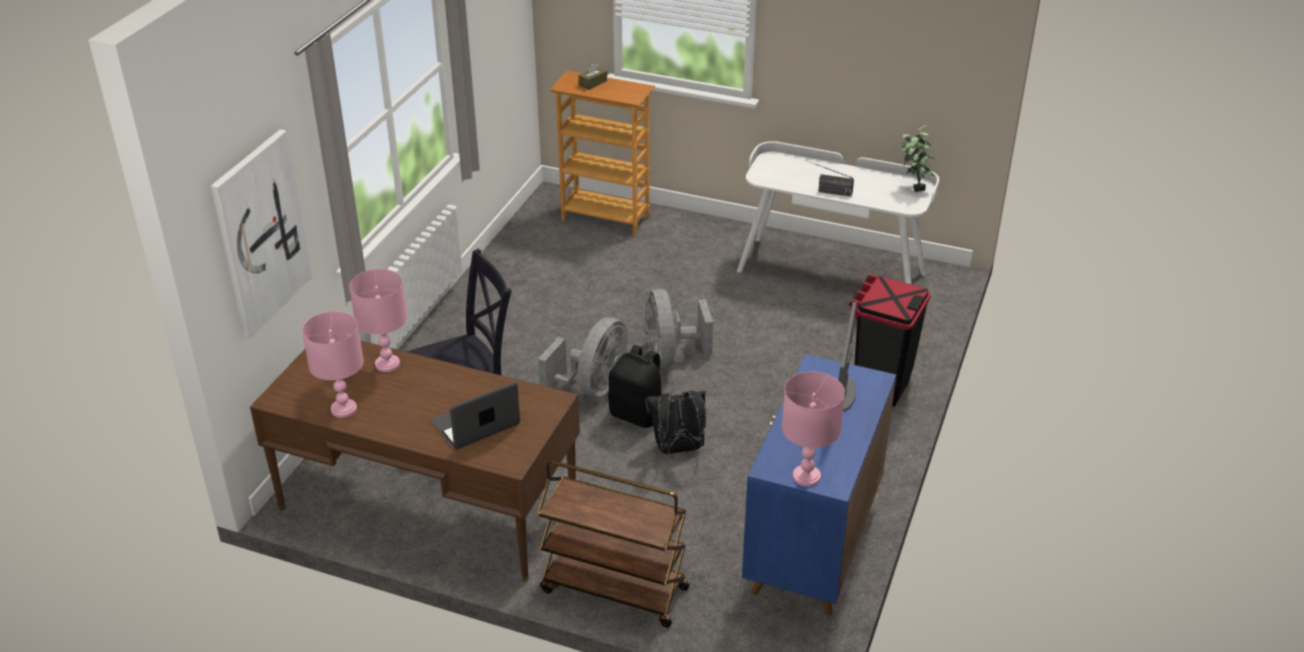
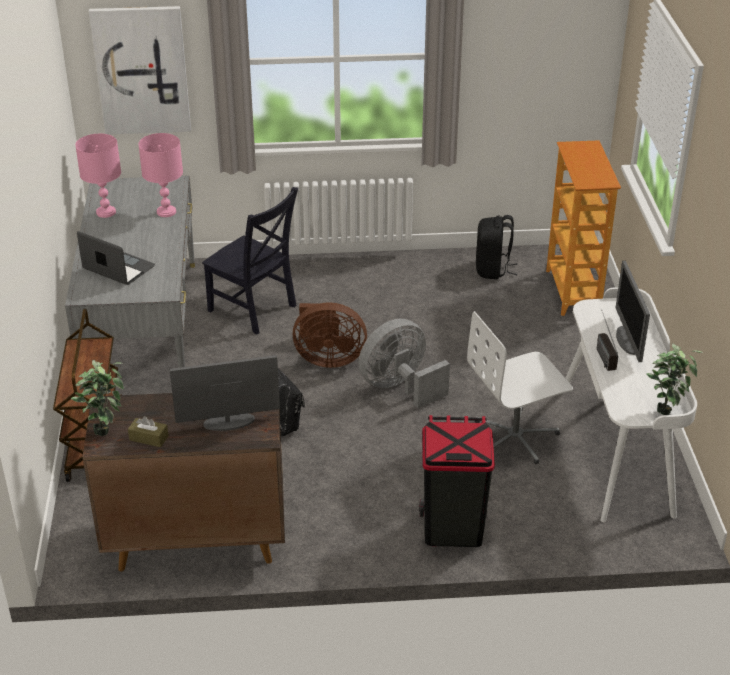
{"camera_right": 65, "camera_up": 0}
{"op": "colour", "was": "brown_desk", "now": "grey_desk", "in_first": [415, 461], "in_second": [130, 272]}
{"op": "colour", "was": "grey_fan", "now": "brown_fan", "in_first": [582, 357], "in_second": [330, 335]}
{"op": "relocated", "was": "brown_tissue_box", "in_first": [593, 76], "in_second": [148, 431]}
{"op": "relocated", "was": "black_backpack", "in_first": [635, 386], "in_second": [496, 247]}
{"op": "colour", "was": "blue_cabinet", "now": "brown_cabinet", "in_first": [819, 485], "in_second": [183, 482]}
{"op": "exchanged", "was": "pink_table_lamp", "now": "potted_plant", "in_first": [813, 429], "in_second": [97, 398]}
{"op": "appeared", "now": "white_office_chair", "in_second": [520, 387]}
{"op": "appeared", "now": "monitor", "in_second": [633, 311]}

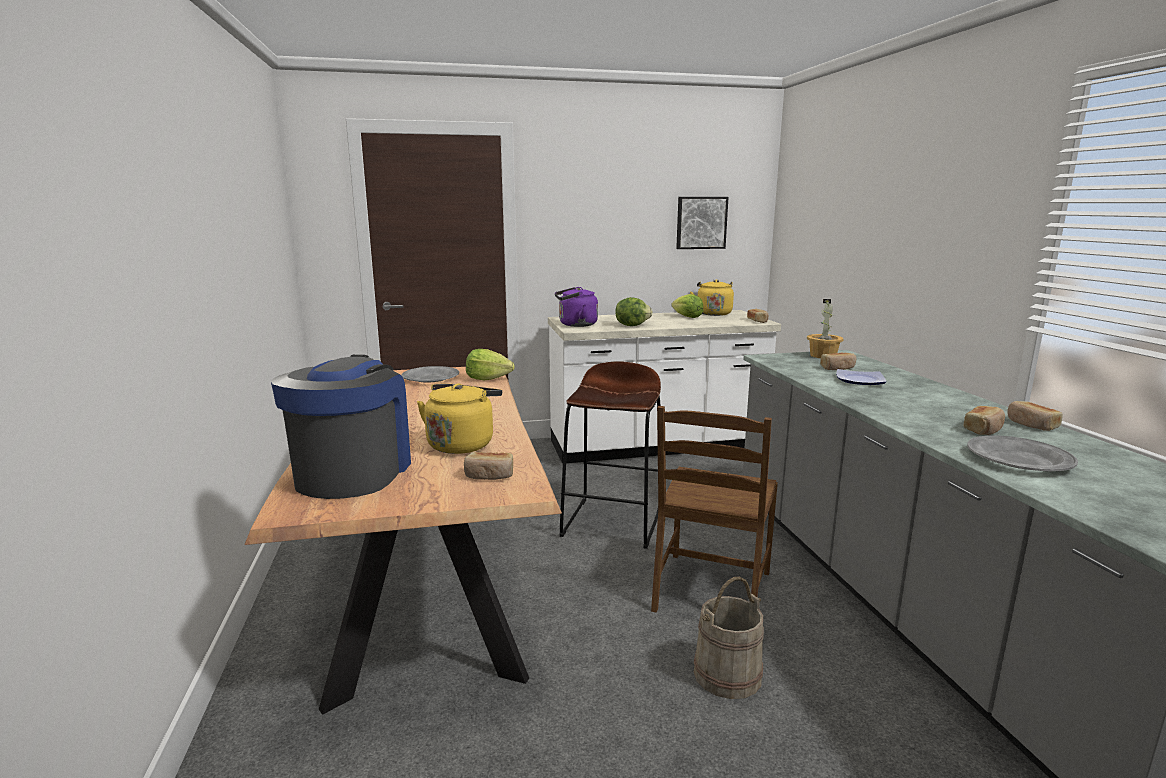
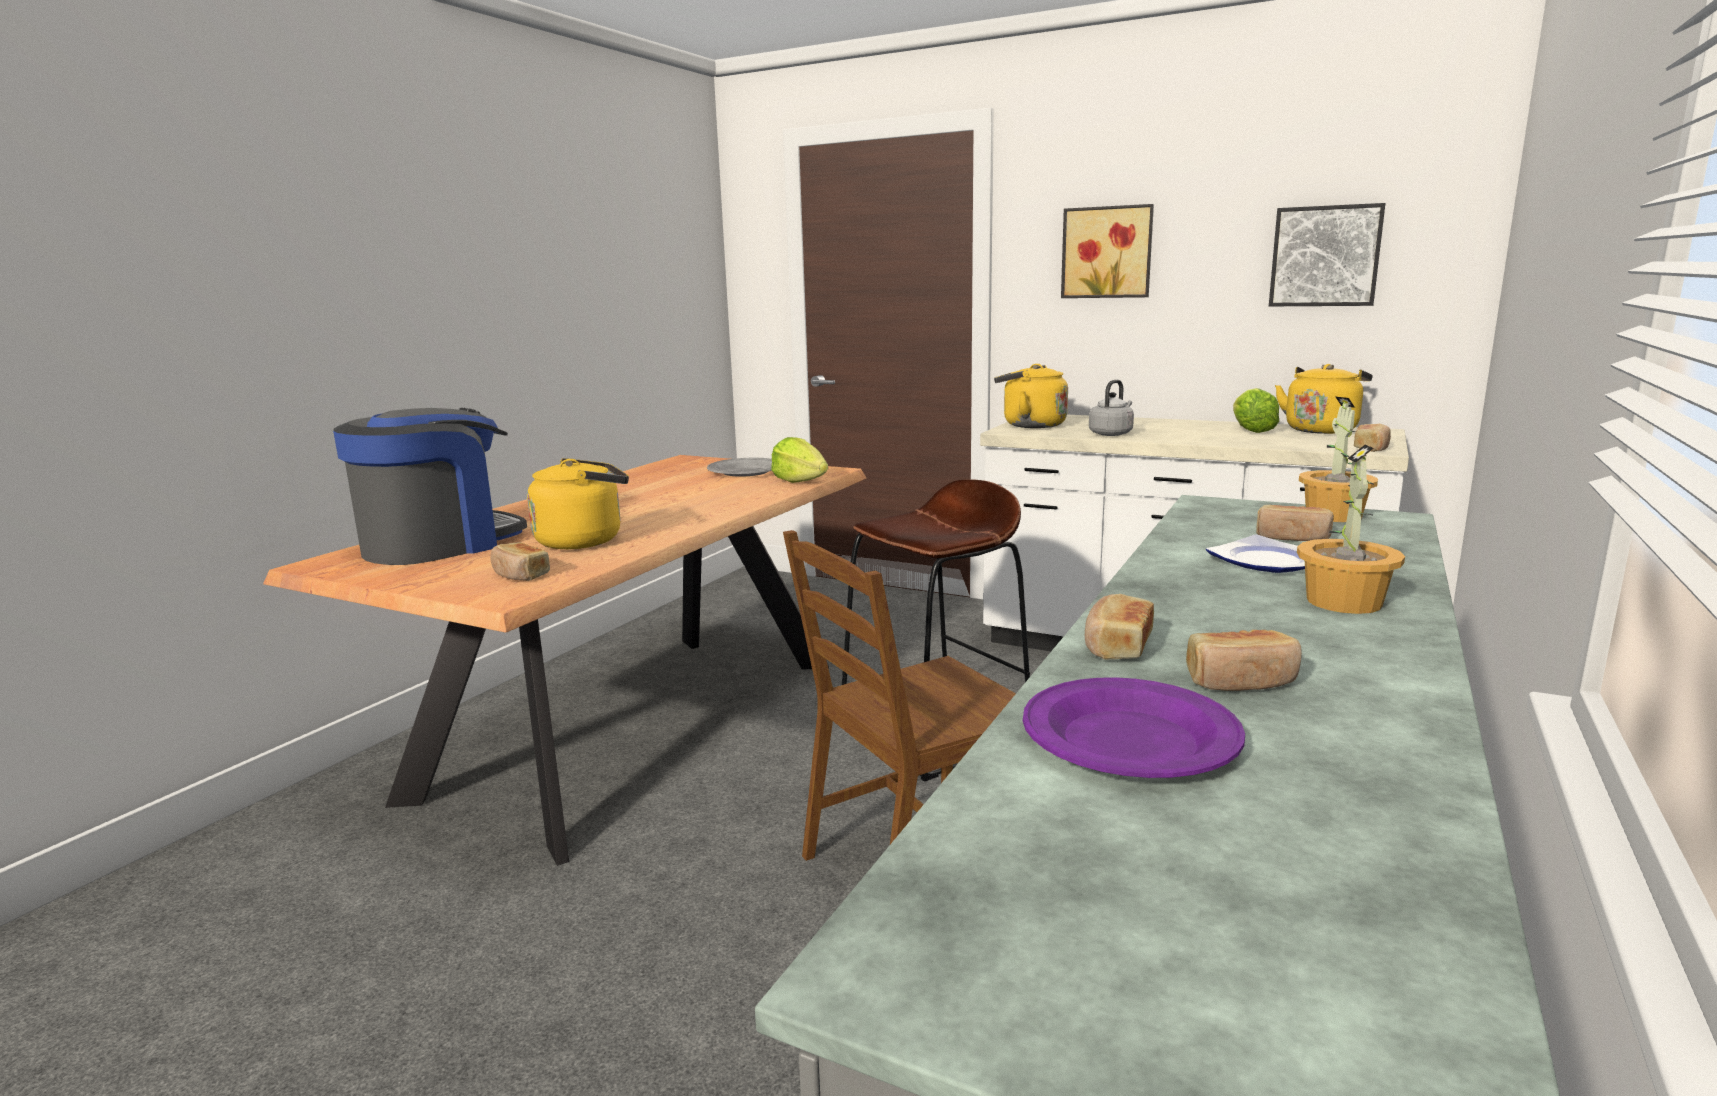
{"camera_right": 40, "camera_up": 0}
{"op": "colour", "was": "purple_kettle", "now": "yellow_kettle", "in_first": [576, 307], "in_second": [1031, 396]}
{"op": "exchanged", "was": "lettuce", "now": "grey_kettle", "in_first": [634, 311], "in_second": [1111, 408]}
{"op": "missing", "was": "beige_bucket", "in_first": [729, 638]}
{"op": "colour", "was": "grey_plate", "now": "purple_plate", "in_first": [1022, 453], "in_second": [1134, 727]}
{"op": "relocated", "was": "bread", "in_first": [1035, 416], "in_second": [1119, 627]}
{"op": "appeared", "now": "picture", "in_second": [1107, 251]}
{"op": "appeared", "now": "potted_plant", "in_second": [1351, 529]}

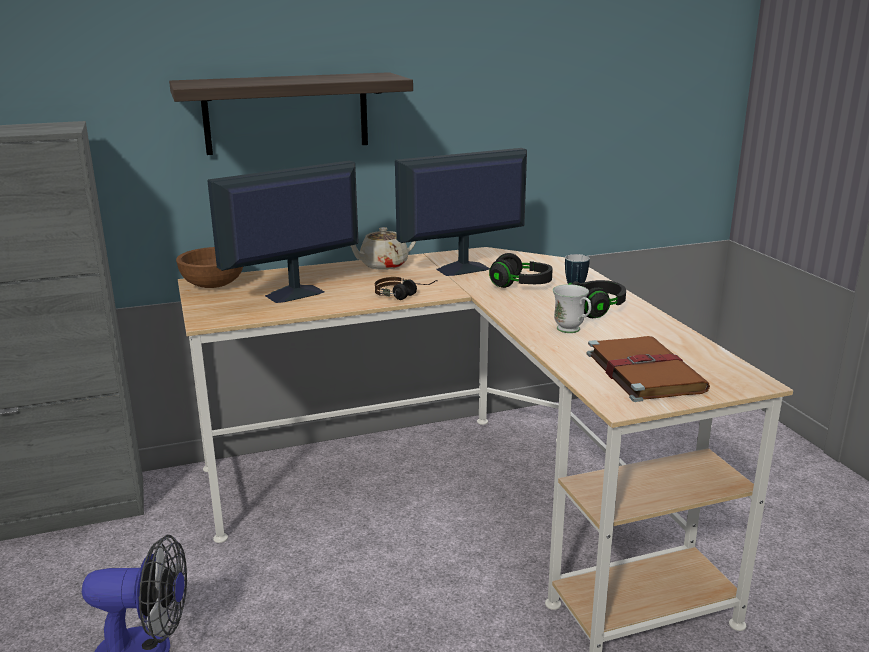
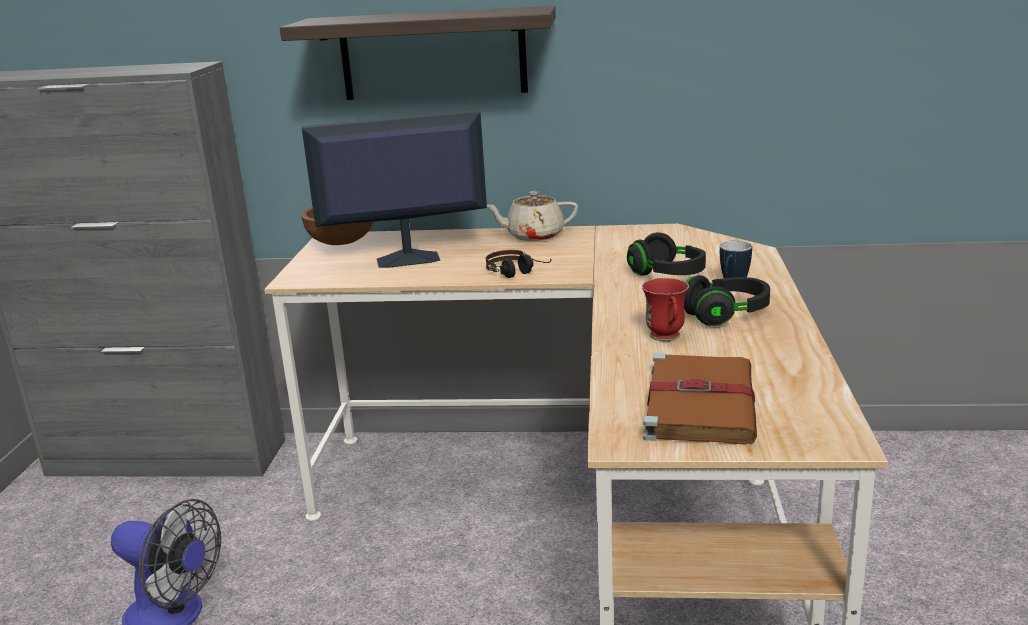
{"camera_right": 25, "camera_up": 0}
{"op": "missing", "was": "monitor", "in_first": [461, 212]}
{"op": "colour", "was": "white_mug", "now": "red_mug", "in_first": [572, 308], "in_second": [665, 309]}

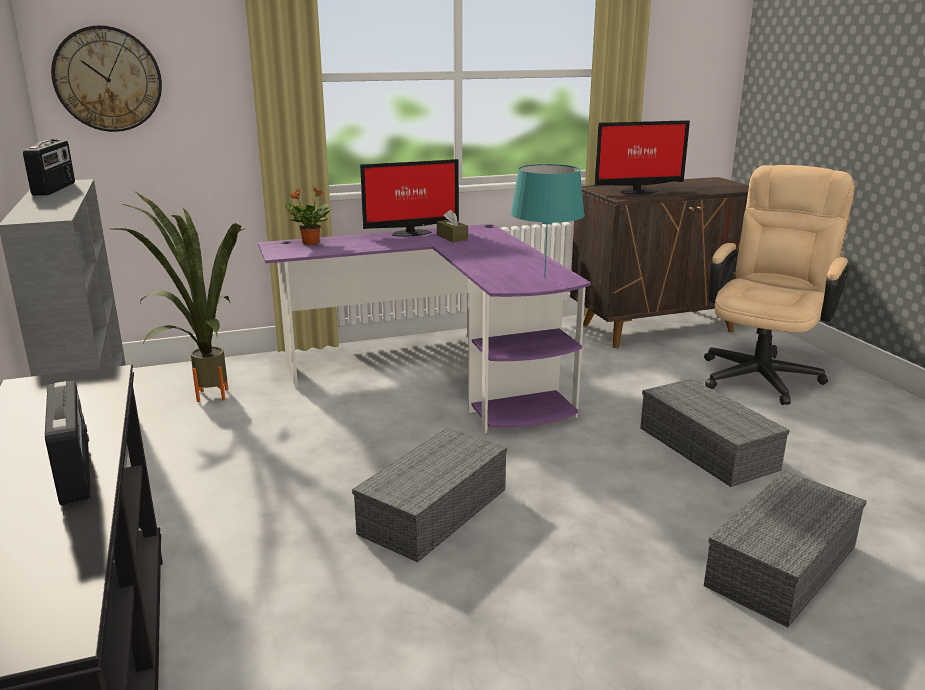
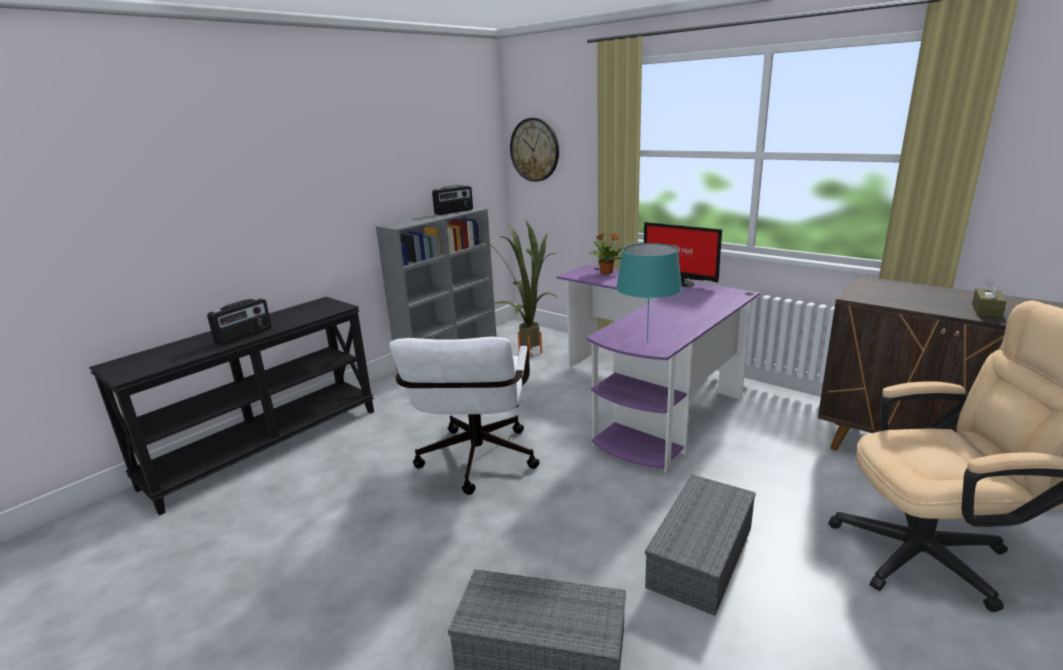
{"camera_right": 60, "camera_up": 0}
{"op": "exchanged", "was": "grey_storage_box", "now": "white_office_chair", "in_first": [429, 494], "in_second": [464, 416]}
{"op": "relocated", "was": "brown_tissue_box", "in_first": [452, 226], "in_second": [989, 298]}
{"op": "missing", "was": "monitor", "in_first": [642, 157]}

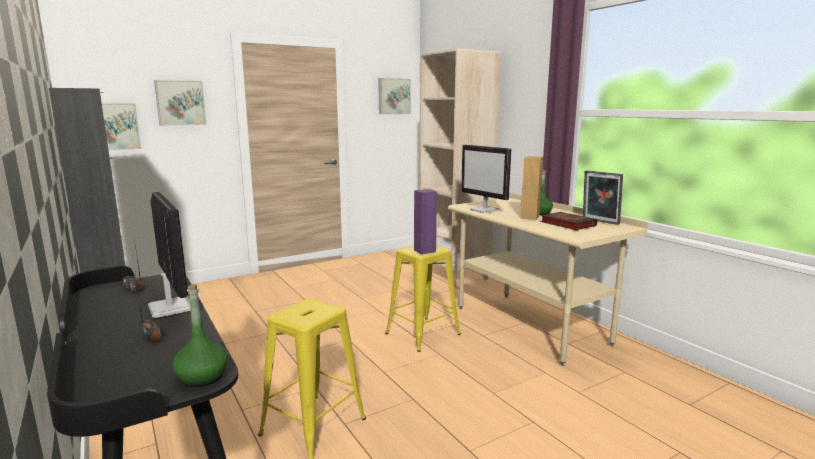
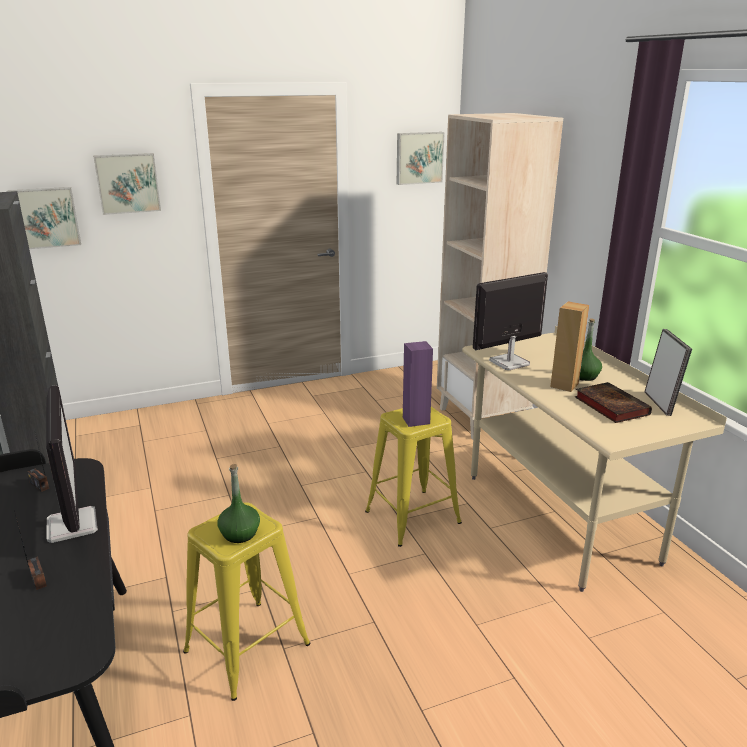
{"camera_right": 10, "camera_up": 10}
{"op": "relocated", "was": "green_bottle", "in_first": [200, 335], "in_second": [238, 503]}
{"op": "spun", "was": "monitor", "in_first": [486, 179], "in_second": [510, 321], "clockwise": 90}
{"op": "spun", "was": "picture_frame", "in_first": [603, 197], "in_second": [668, 372], "clockwise": -150}

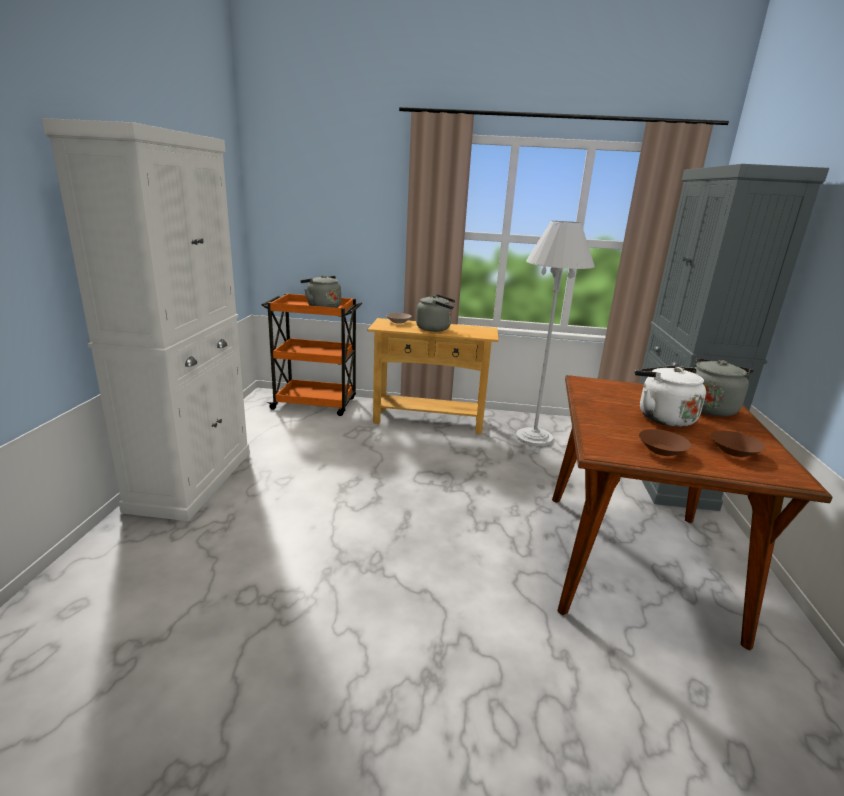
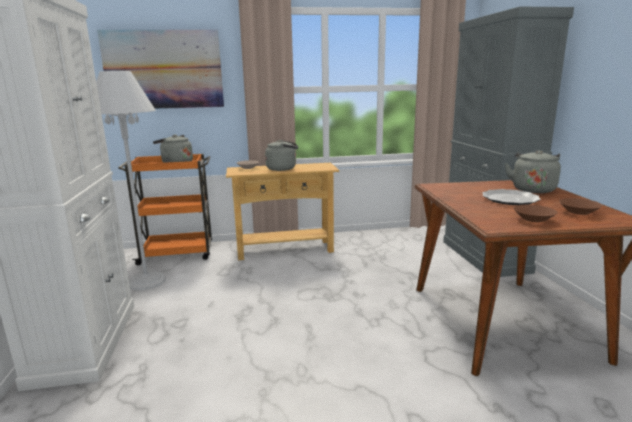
{"camera_right": -15, "camera_up": -5}
{"op": "relocated", "was": "white_floor_lamp", "in_first": [555, 333], "in_second": [131, 180]}
{"op": "exchanged", "was": "white_kettle", "now": "plate", "in_first": [670, 396], "in_second": [511, 197]}
{"op": "appeared", "now": "picture", "in_second": [160, 69]}

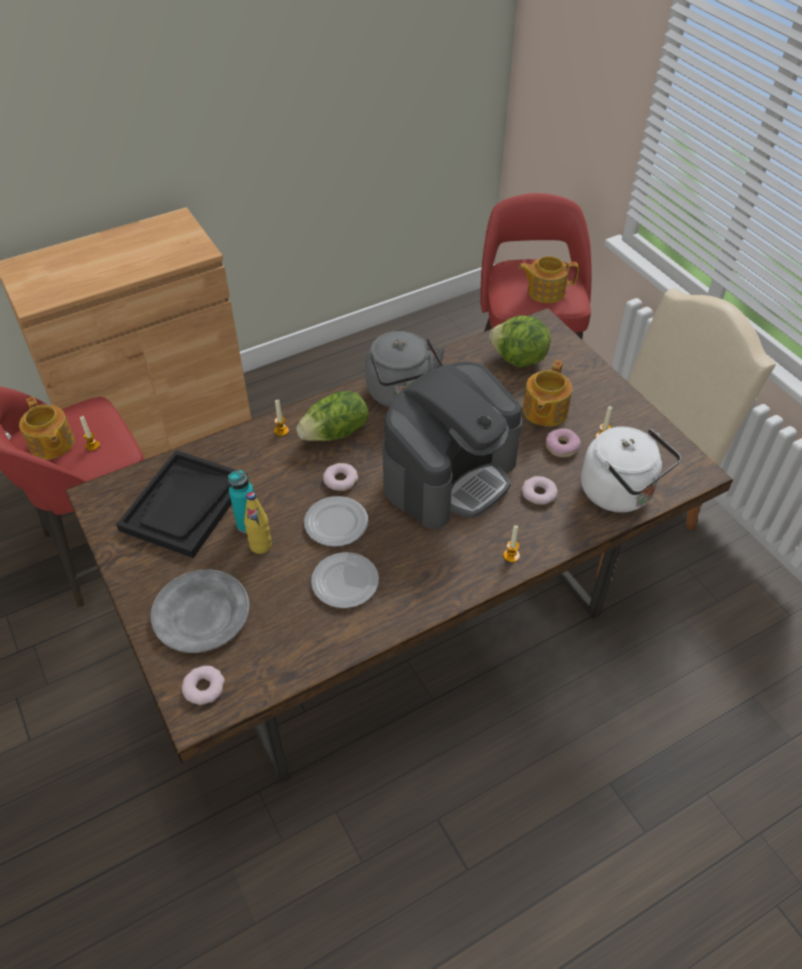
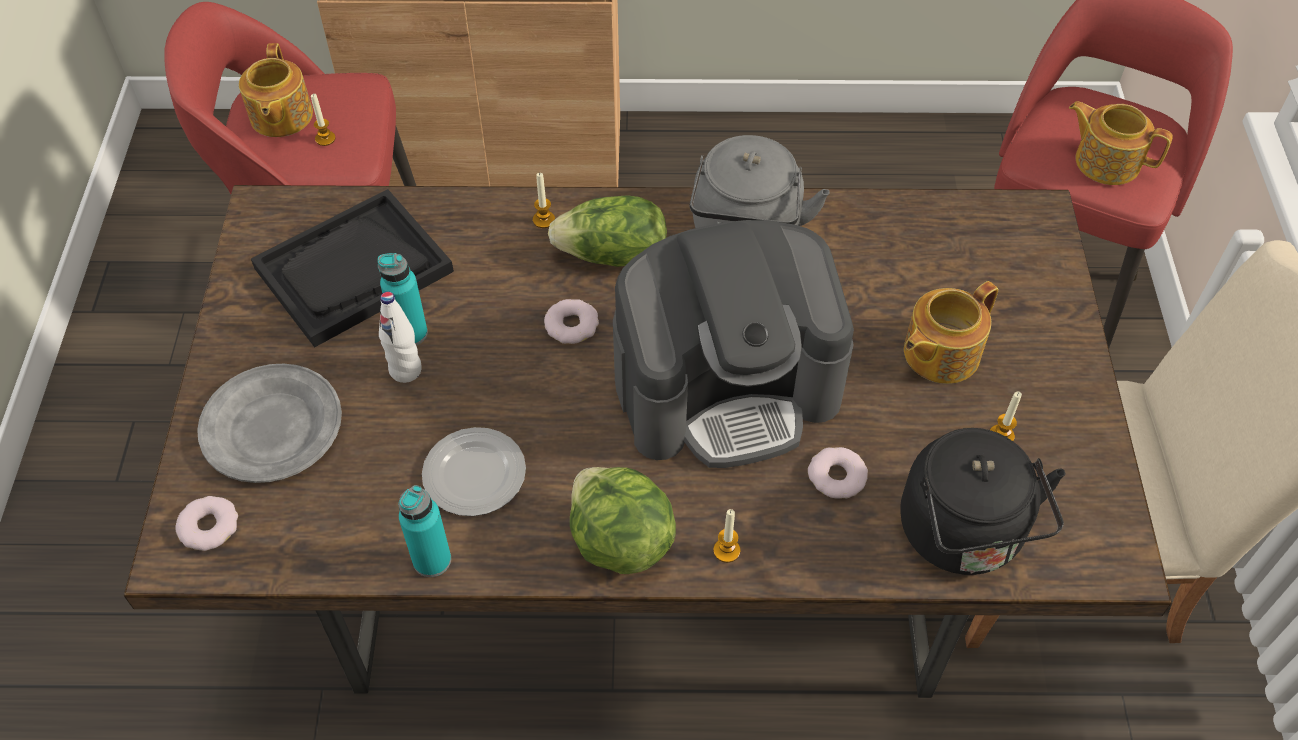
{"camera_right": 30, "camera_up": 5}
{"op": "colour", "was": "yellow_bottle", "now": "white_bottle", "in_first": [258, 523], "in_second": [400, 337]}
{"op": "missing", "was": "plate", "in_first": [336, 521]}
{"op": "relocated", "was": "lettuce", "in_first": [520, 341], "in_second": [623, 520]}
{"op": "missing", "was": "donut", "in_first": [563, 443]}
{"op": "colour", "was": "white_kettle", "now": "black_kettle", "in_first": [631, 469], "in_second": [982, 501]}
{"op": "appeared", "now": "turquoise_bottle", "in_second": [424, 531]}

